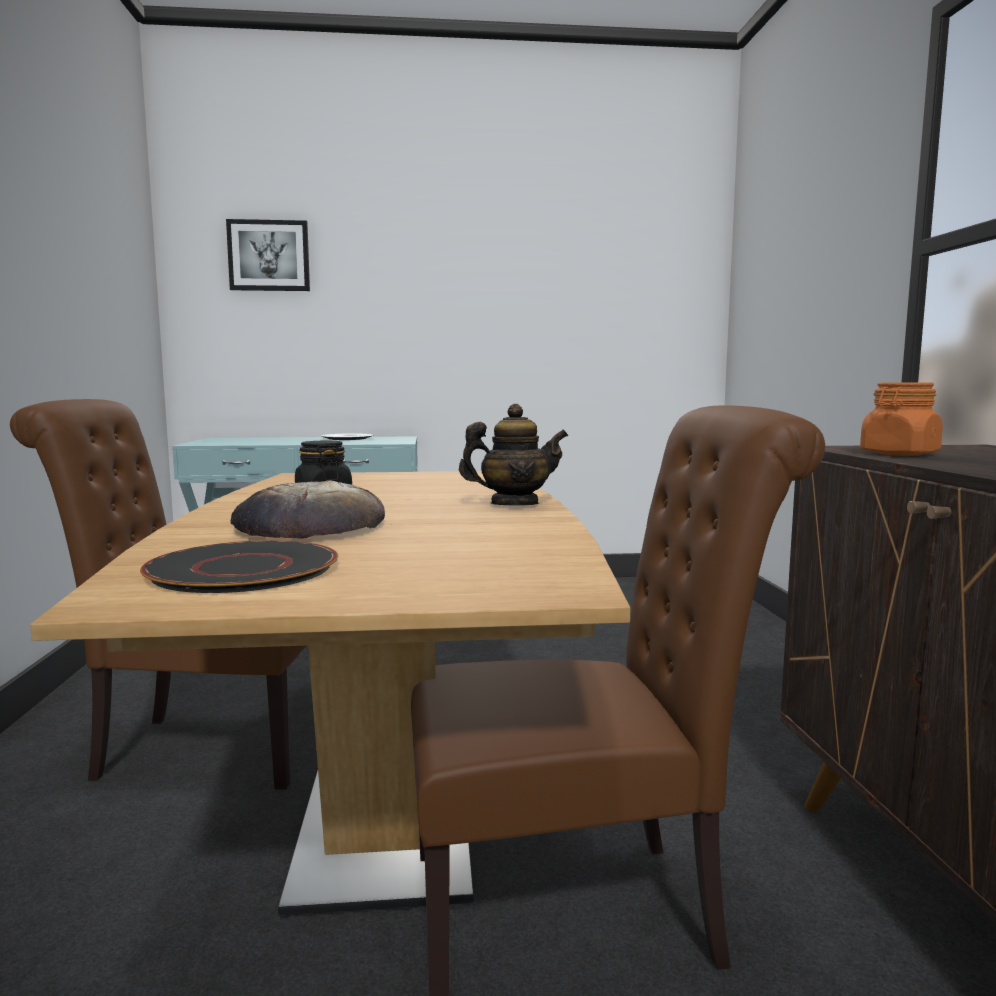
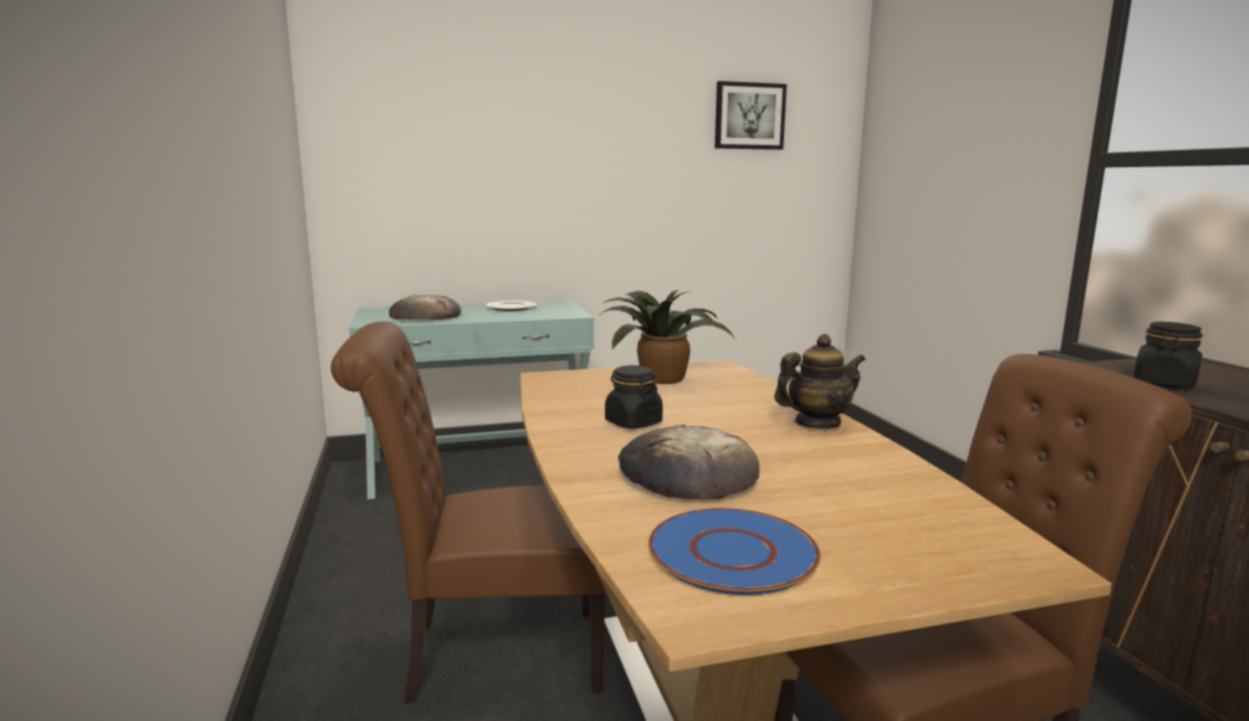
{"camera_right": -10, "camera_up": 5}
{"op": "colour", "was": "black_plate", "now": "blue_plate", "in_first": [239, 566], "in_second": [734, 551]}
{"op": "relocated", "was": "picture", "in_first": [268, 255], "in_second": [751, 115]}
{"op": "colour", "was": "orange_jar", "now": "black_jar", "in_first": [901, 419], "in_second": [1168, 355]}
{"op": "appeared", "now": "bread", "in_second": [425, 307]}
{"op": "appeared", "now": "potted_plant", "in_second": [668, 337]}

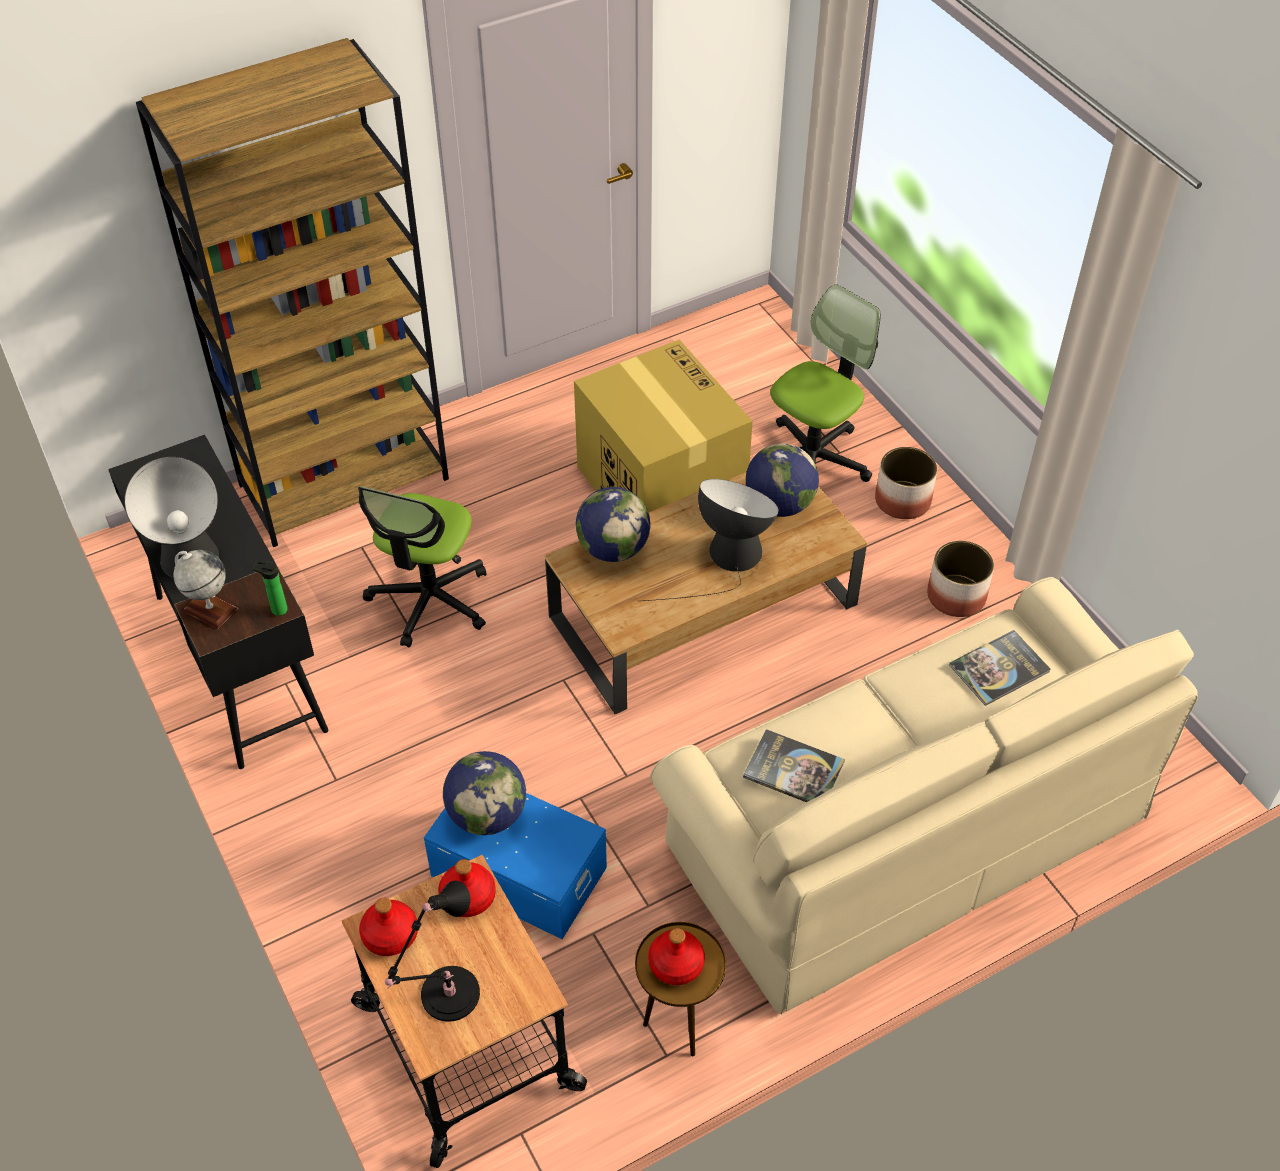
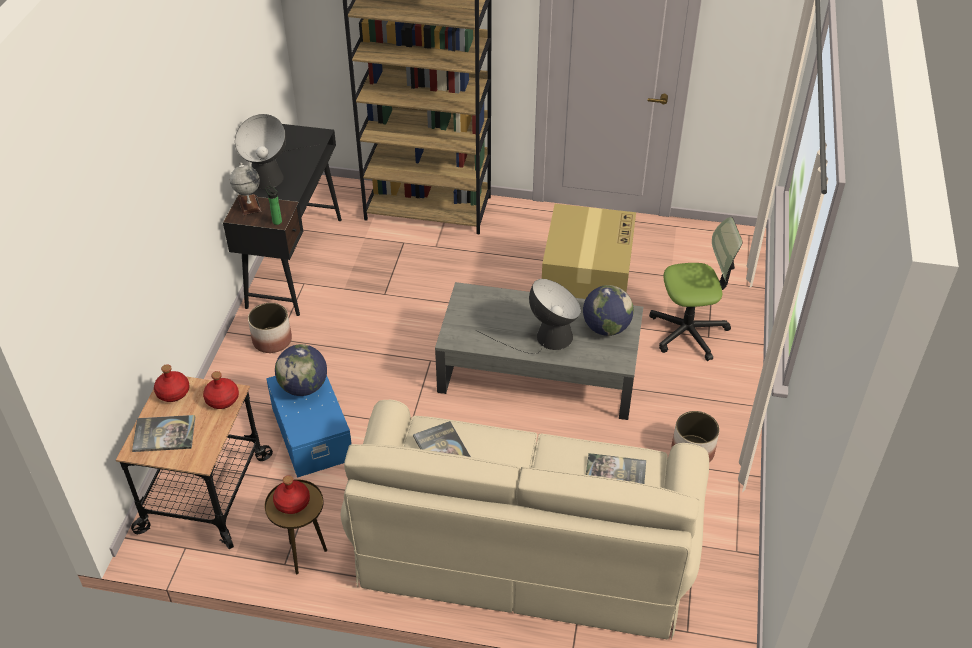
{"camera_right": 40, "camera_up": -5}
{"op": "missing", "was": "office_chair", "in_first": [422, 566]}
{"op": "exchanged", "was": "black_table_lamp", "now": "book", "in_first": [432, 951], "in_second": [163, 433]}
{"op": "colour", "was": "brown_coffee_table", "now": "grey_coffee_table", "in_first": [706, 593], "in_second": [539, 351]}
{"op": "missing", "was": "globe", "in_first": [613, 524]}
{"op": "relocated", "was": "planter", "in_first": [906, 483], "in_second": [270, 328]}

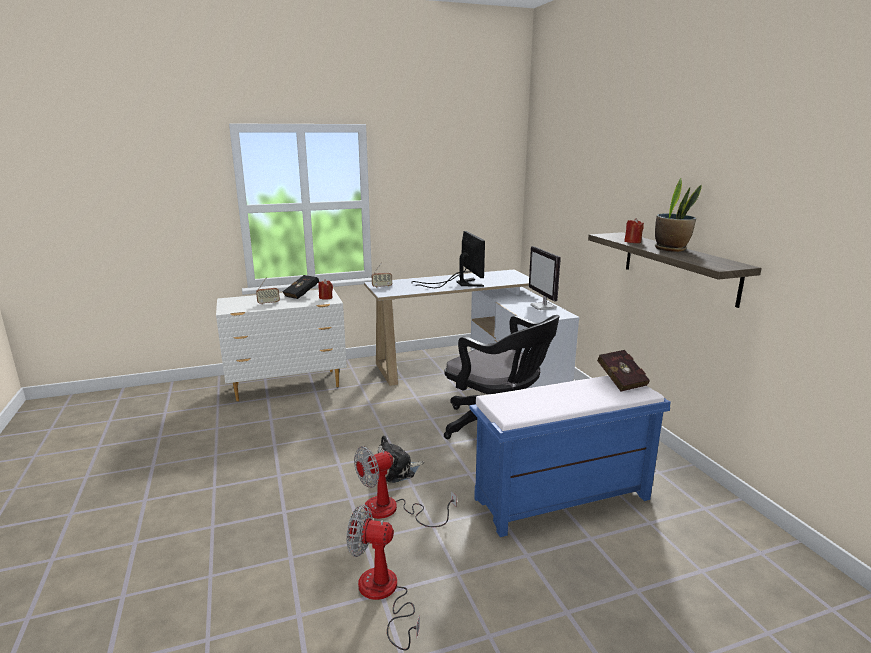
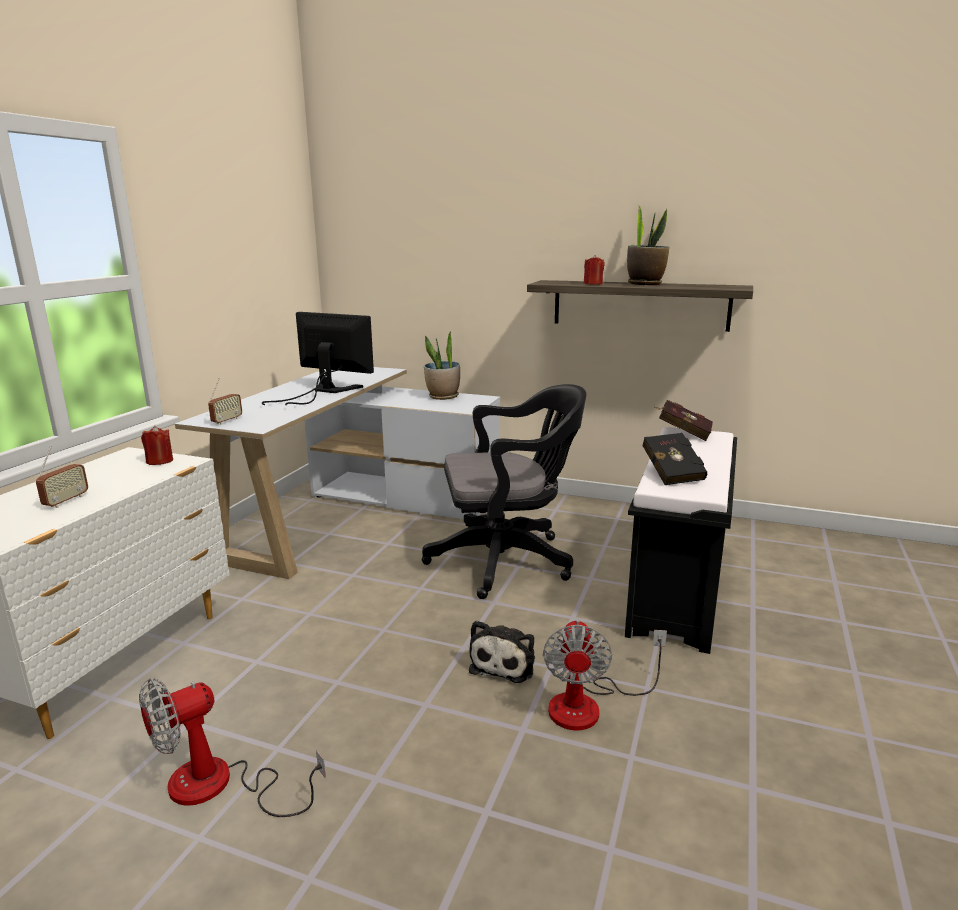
{"camera_right": -50, "camera_up": 0}
{"op": "relocated", "was": "black_book", "in_first": [301, 287], "in_second": [674, 459]}
{"op": "relocated", "was": "fan", "in_first": [383, 577], "in_second": [232, 747]}
{"op": "colour", "was": "blue_bench", "now": "black_bench", "in_first": [570, 456], "in_second": [681, 540]}
{"op": "exchanged", "was": "monitor", "now": "potted_plant", "in_first": [545, 278], "in_second": [442, 366]}

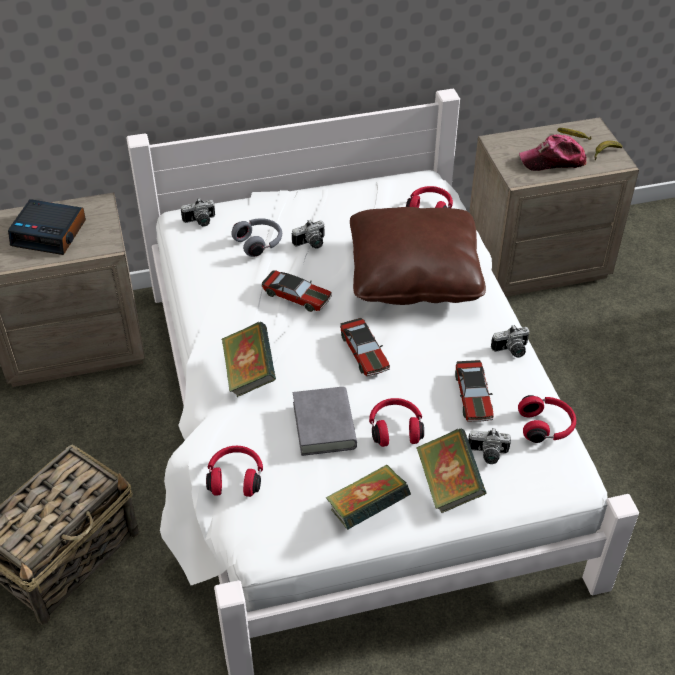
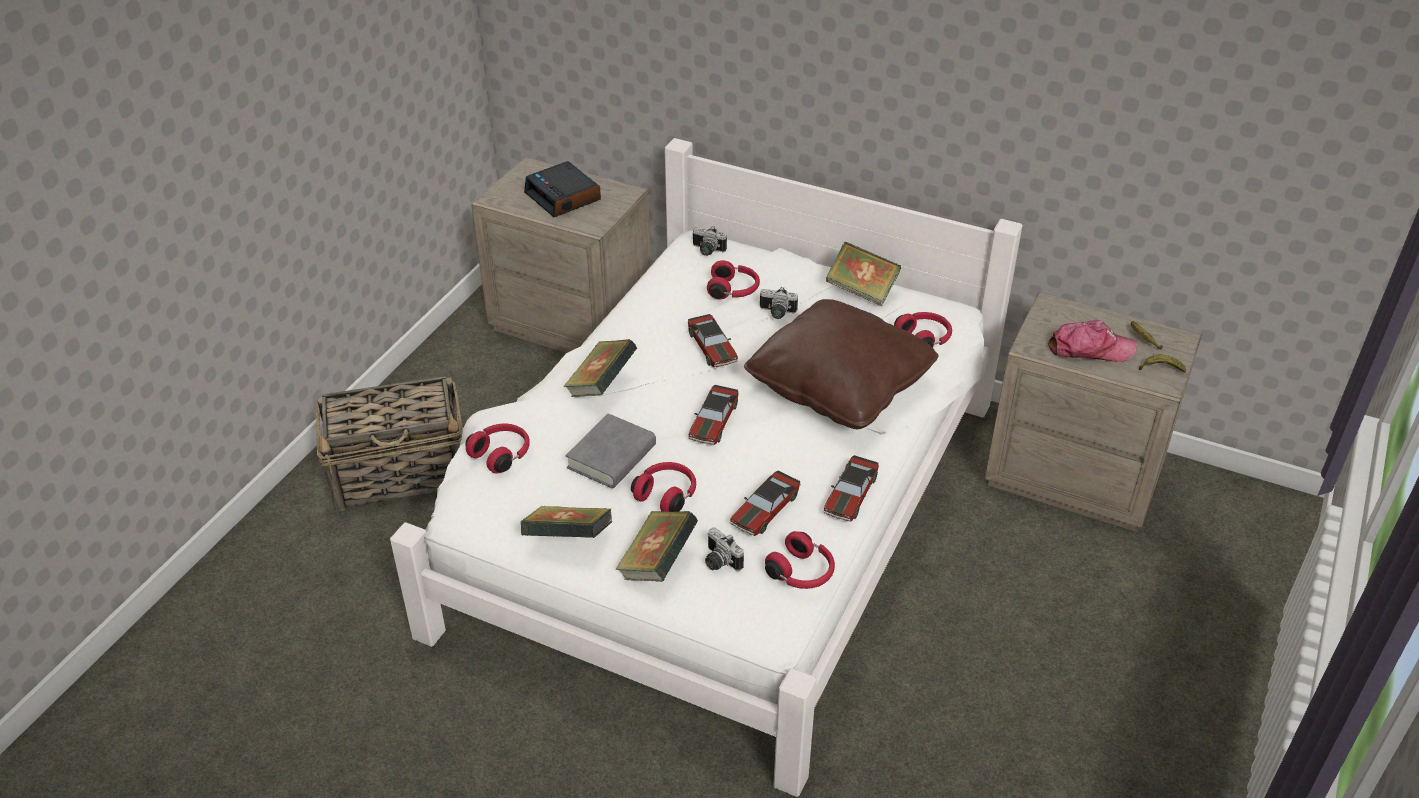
{"camera_right": 40, "camera_up": -5}
{"op": "colour", "was": "grey_headphones", "now": "red_headphones", "in_first": [256, 237], "in_second": [733, 279]}
{"op": "exchanged", "was": "photo_camera", "now": "toy_car", "in_first": [510, 341], "in_second": [851, 488]}
{"op": "spun", "was": "cap", "in_first": [553, 152], "in_second": [1092, 341], "clockwise": 150}
{"op": "appeared", "now": "book", "in_second": [863, 274]}

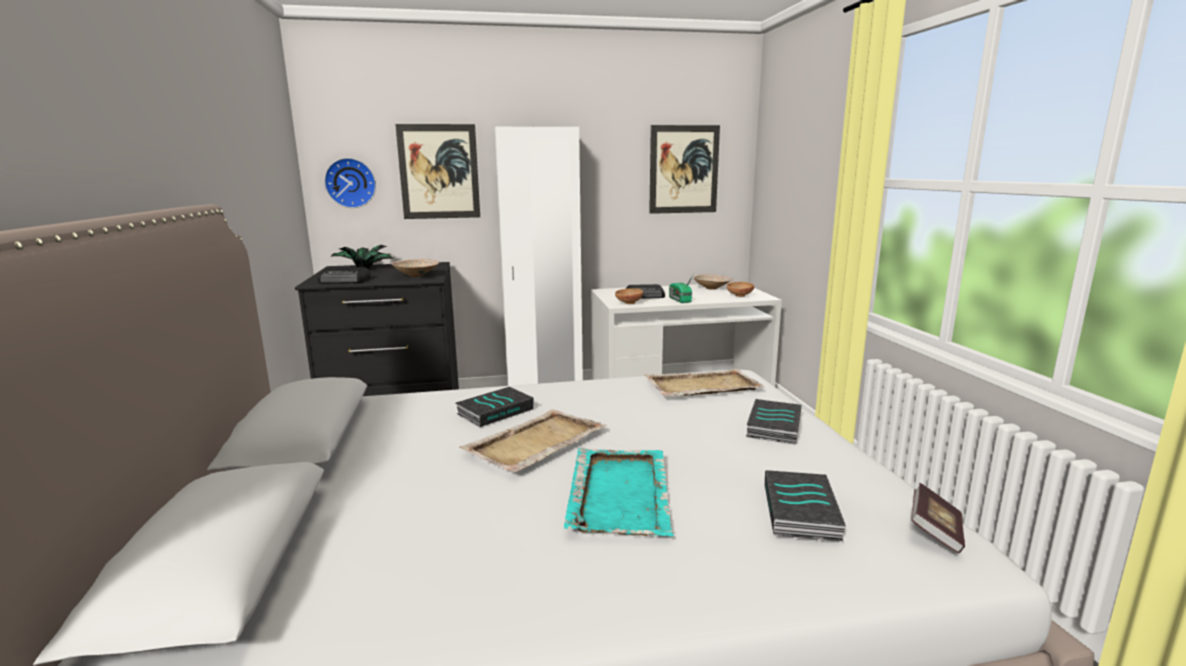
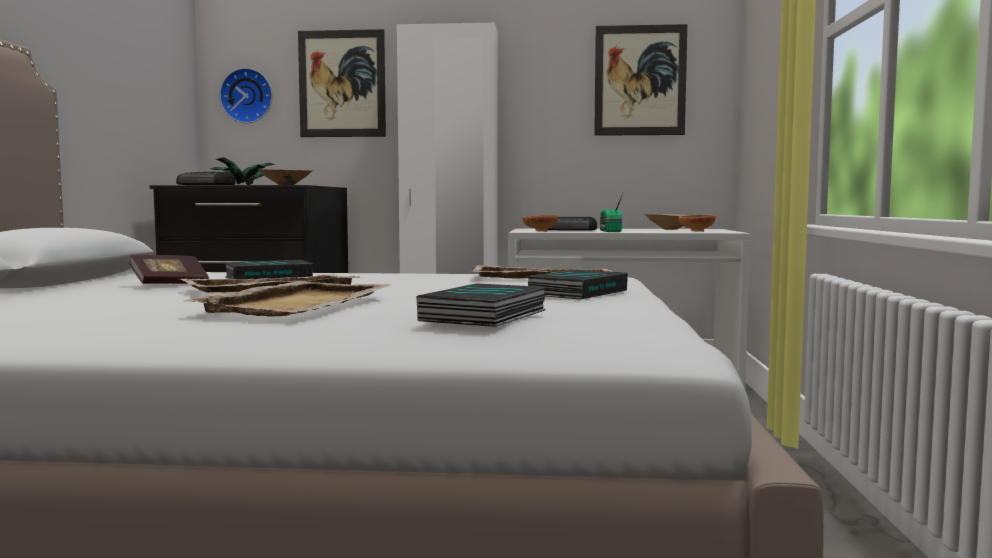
{"camera_right": 15, "camera_up": -10}
{"op": "colour", "was": "turquoise_tray", "now": "beige_tray", "in_first": [619, 492], "in_second": [286, 299]}
{"op": "relocated", "was": "book", "in_first": [938, 518], "in_second": [169, 269]}

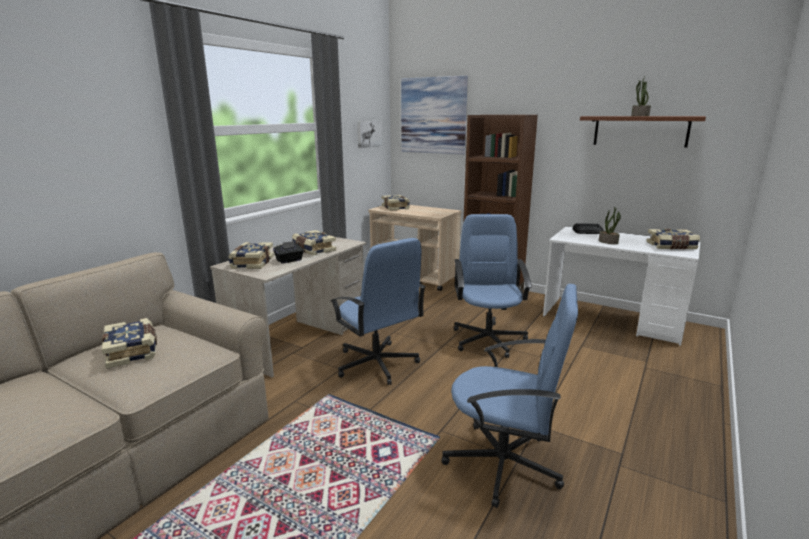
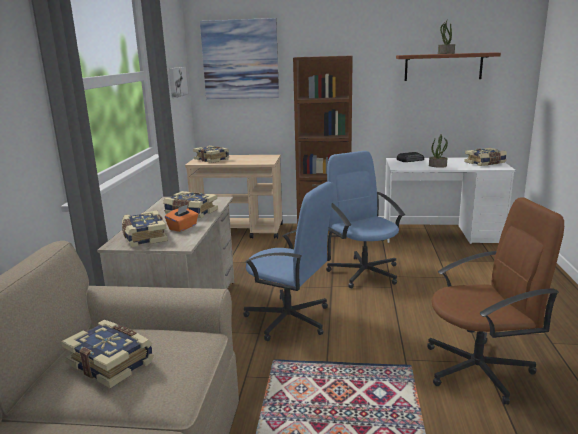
{"camera_right": -25, "camera_up": 0}
{"op": "colour", "was": "black_tissue_box", "now": "orange_tissue_box", "in_first": [288, 252], "in_second": [181, 218]}
{"op": "colour", "was": "blue_office_chair", "now": "brown_office_chair", "in_first": [510, 396], "in_second": [495, 301]}

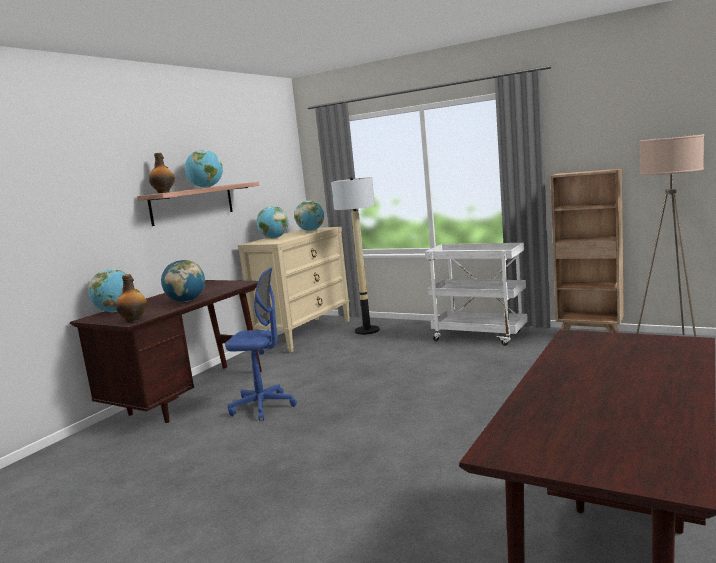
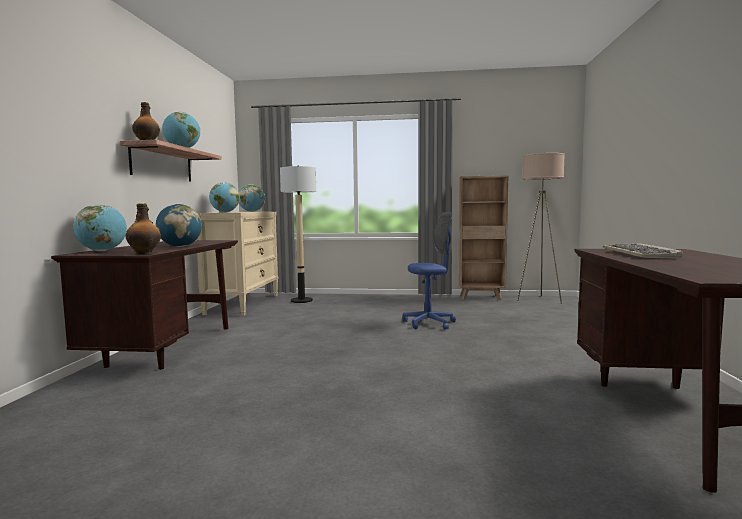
{"camera_right": -25, "camera_up": -5}
{"op": "relocated", "was": "blue_office_chair", "in_first": [261, 344], "in_second": [429, 271]}
{"op": "missing", "was": "white_cart", "in_first": [476, 294]}
{"op": "appeared", "now": "keyboard", "in_second": [643, 251]}

